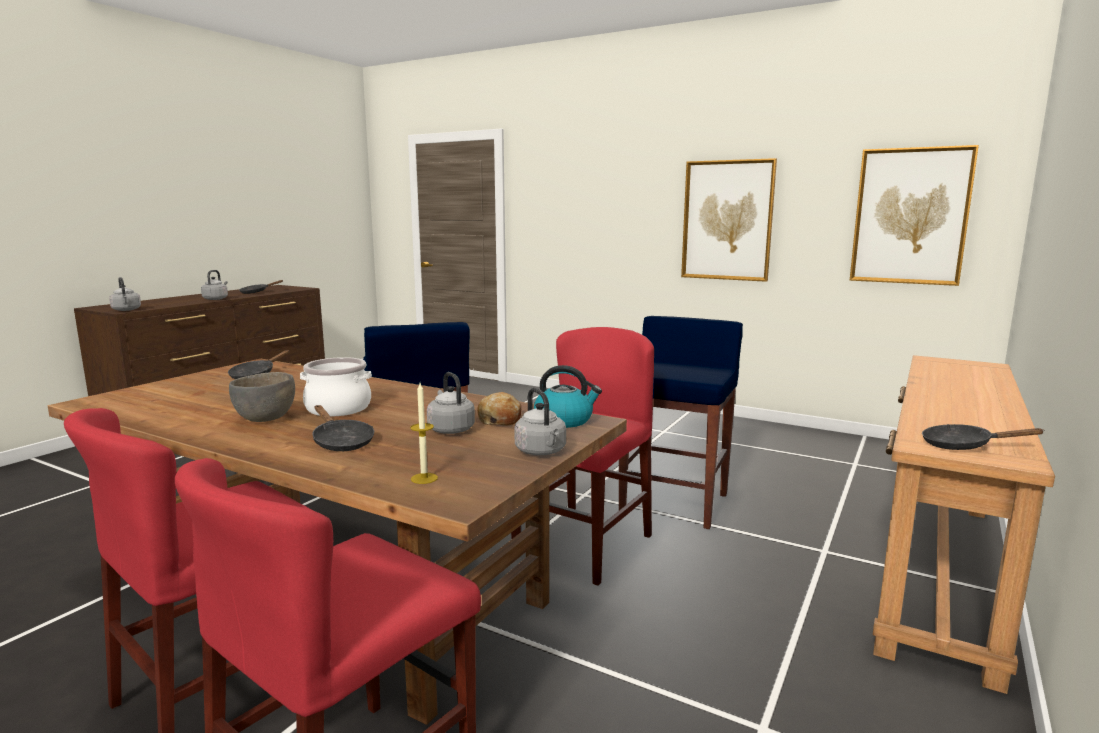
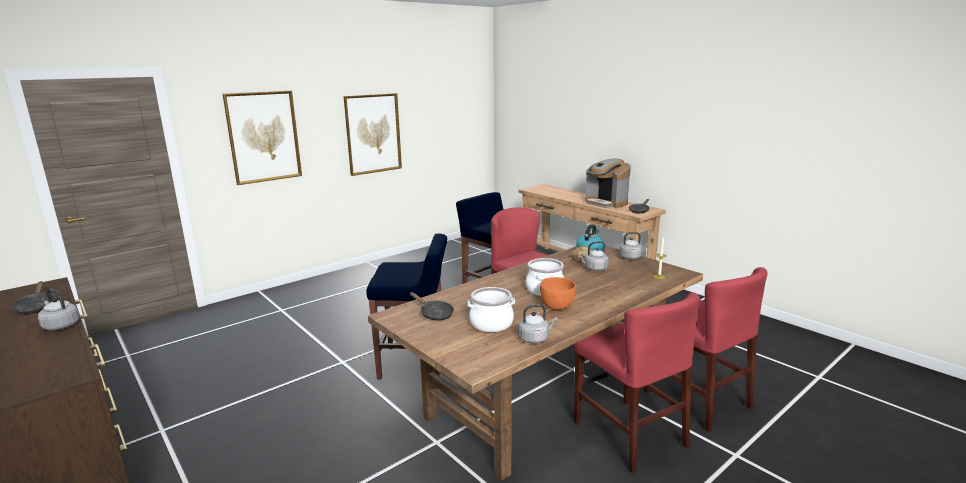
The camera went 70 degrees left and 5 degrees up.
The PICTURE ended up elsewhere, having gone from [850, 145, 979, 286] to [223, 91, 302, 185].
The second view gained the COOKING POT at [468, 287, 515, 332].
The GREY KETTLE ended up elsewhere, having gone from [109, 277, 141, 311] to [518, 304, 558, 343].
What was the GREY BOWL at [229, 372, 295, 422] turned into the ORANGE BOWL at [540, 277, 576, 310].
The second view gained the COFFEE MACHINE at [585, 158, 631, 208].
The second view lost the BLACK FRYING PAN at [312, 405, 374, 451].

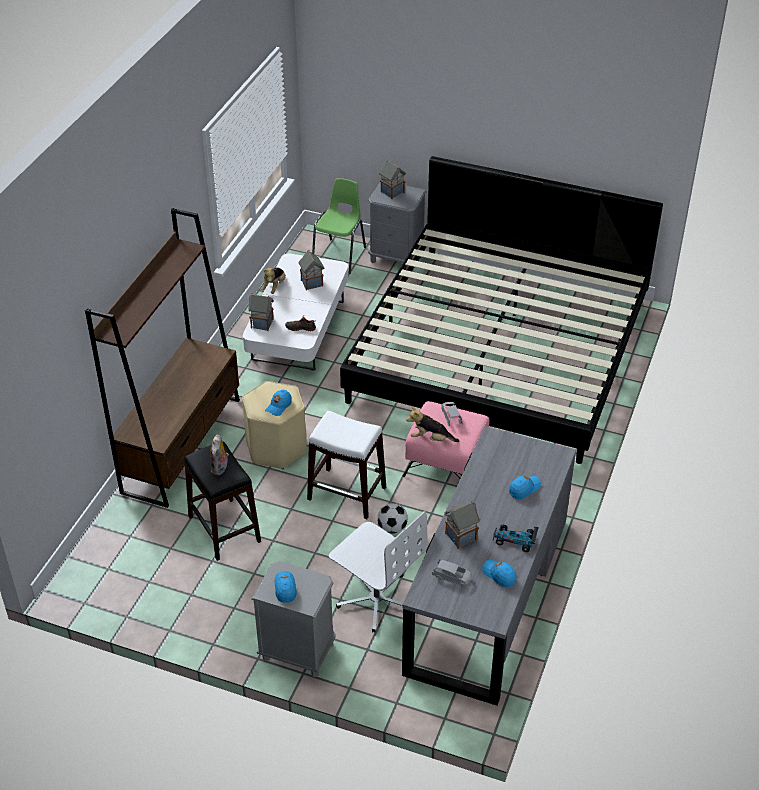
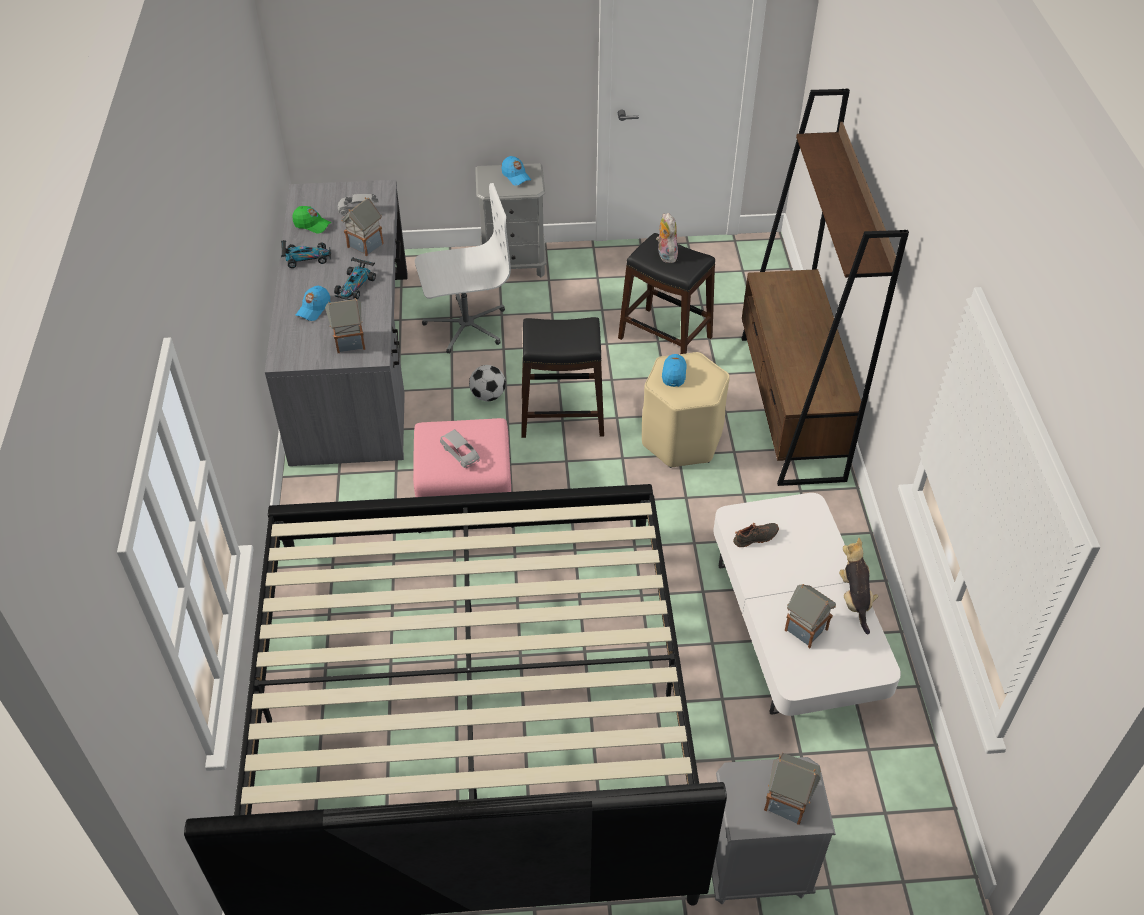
The camera went 155 degrees right and 5 degrees up.
What was the BLUE CAP at [482, 560, 517, 588] turned into the GREEN CAP at [293, 206, 331, 234].
The TOY HOUSE ended up elsewhere, having gone from [249, 293, 274, 331] to [325, 298, 365, 353].
The second view gained the TOY CAR at [334, 257, 376, 300].
The WHITE OFFICE CHAIR at [329, 511, 428, 632] ended up facing another way, 150 degrees clockwise from before.
What was the WHITE STOOL at [307, 411, 386, 519] turned into the BLACK STOOL at [521, 317, 604, 438].
The second view lost the GREEN CHAIR at [312, 178, 366, 274].
The second view lost the PLUSH TOY at [406, 406, 460, 442].

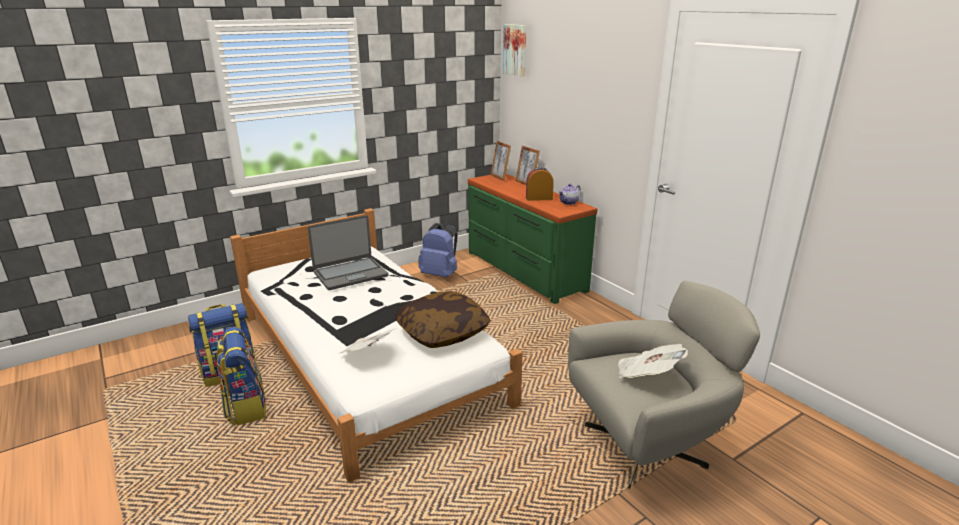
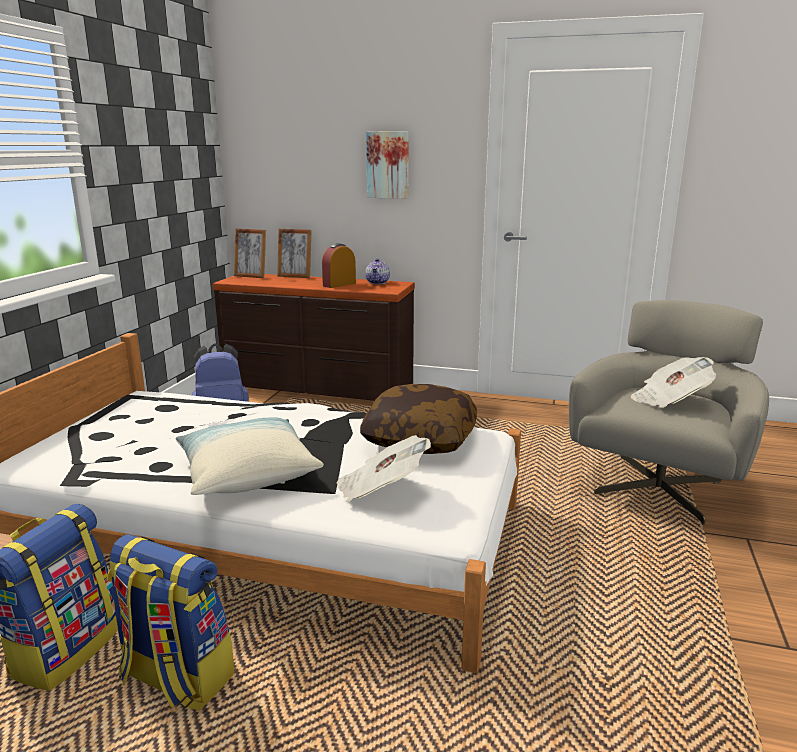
The camera went 40 degrees left and 5 degrees down.
The second view gained the PILLOW at [176, 418, 324, 495].
What was the GREEN DRESSER at [468, 174, 597, 304] turned into the BROWN DRESSER at [213, 274, 415, 401].
The PICTURE ended up elsewhere, having gone from [503, 24, 527, 76] to [366, 131, 409, 199].
The second view lost the LAPTOP at [308, 215, 388, 290].

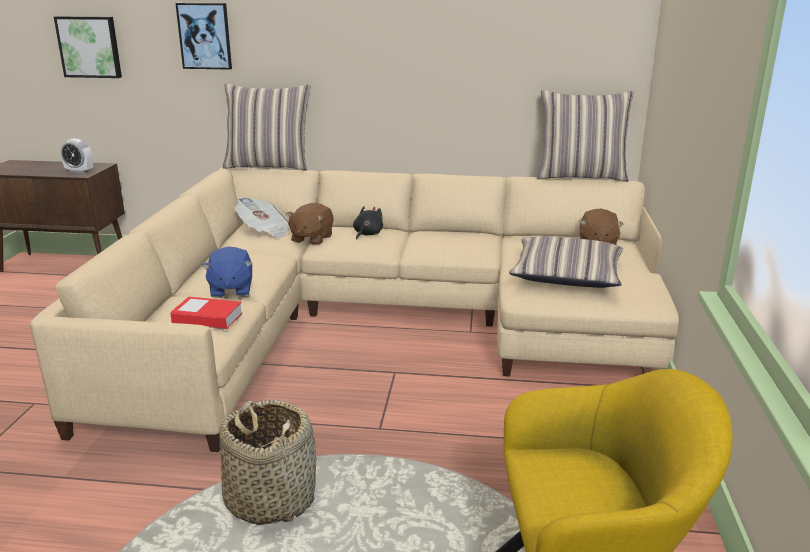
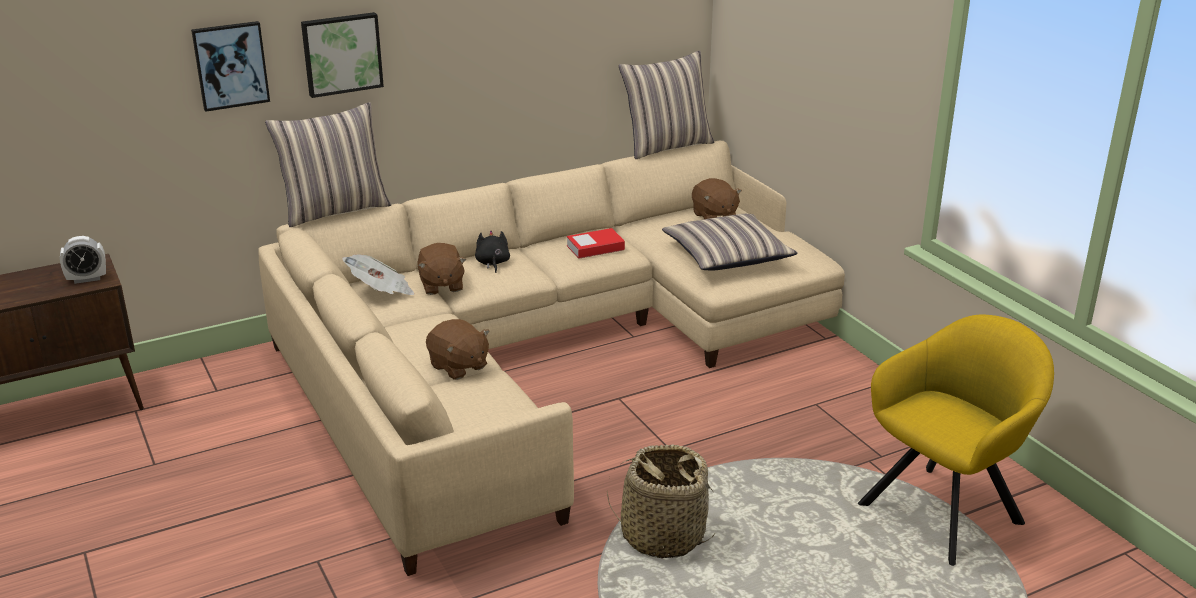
The camera went 35 degrees left and 5 degrees up.
The PICTURE ended up elsewhere, having gone from [54, 16, 122, 78] to [301, 12, 384, 98].
What was the BLUE PLUSH TOY at [202, 246, 252, 298] turned into the BROWN PLUSH TOY at [426, 319, 490, 380].
The BOOK ended up elsewhere, having gone from [170, 297, 242, 329] to [567, 228, 625, 259].

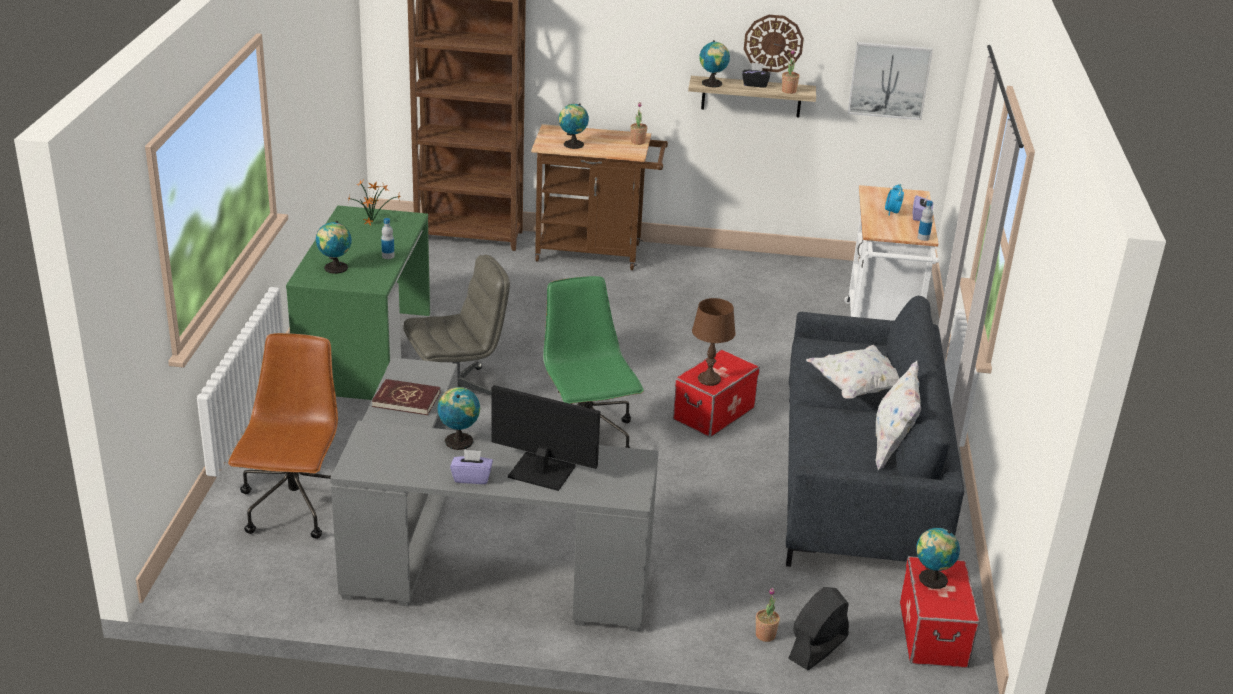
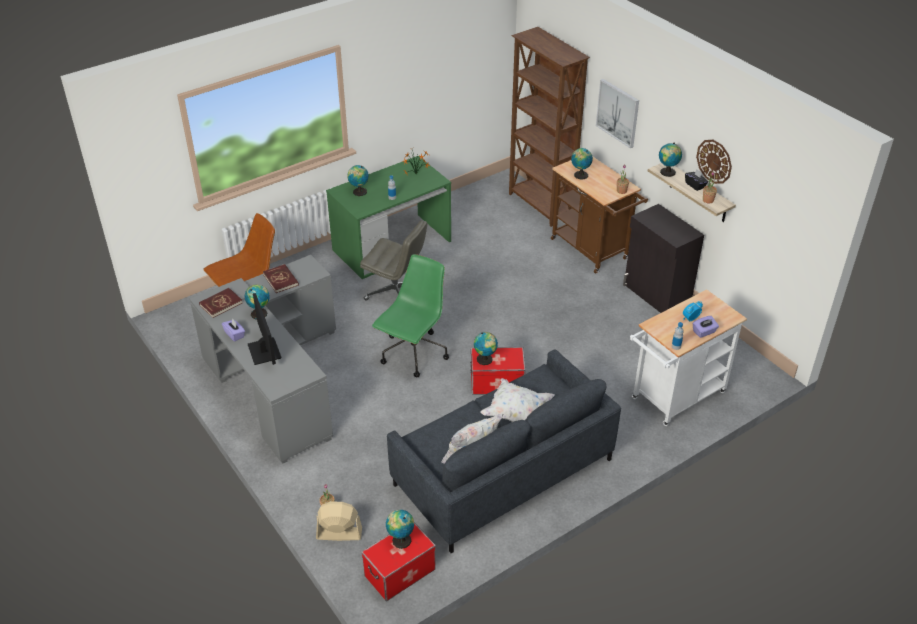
The camera went 50 degrees right and 10 degrees up.
The second view gained the RED BOOK at [199, 288, 243, 318].
What was the BLACK FAN at [788, 587, 849, 670] turned into the BEIGE FAN at [316, 502, 362, 541].
Where the BROWN TABLE LAMP stood at [692, 298, 736, 386], the GLOBE came to stand at [474, 332, 498, 365].
The PICTURE ended up elsewhere, having gone from [848, 42, 933, 120] to [596, 79, 639, 148].
The second view gained the BLACK CABINET at [623, 204, 704, 313].

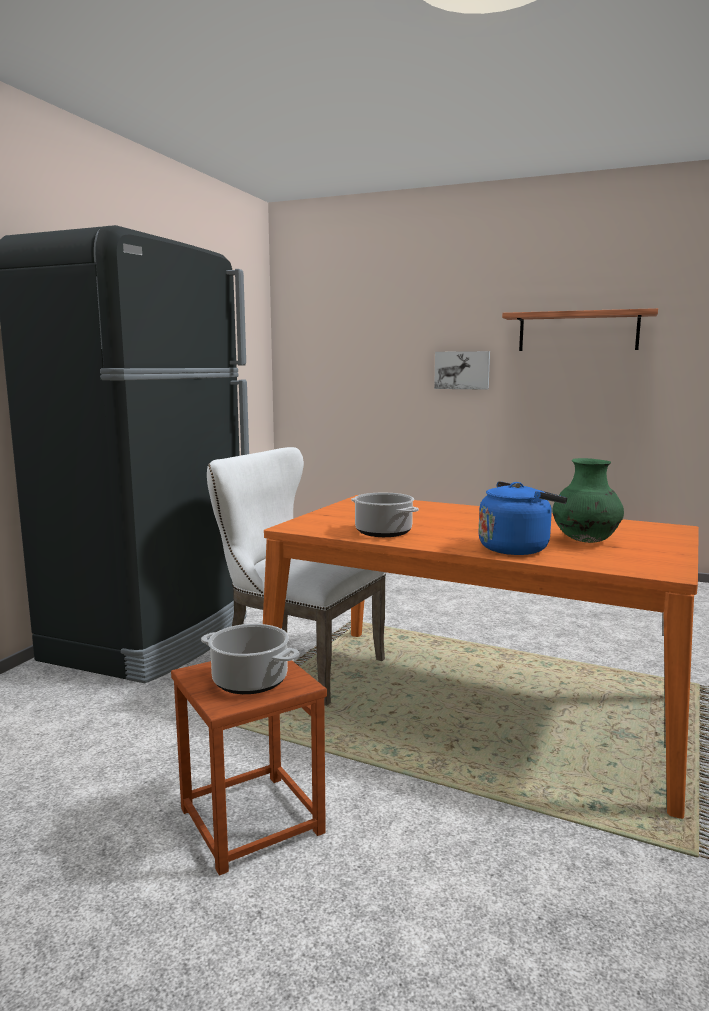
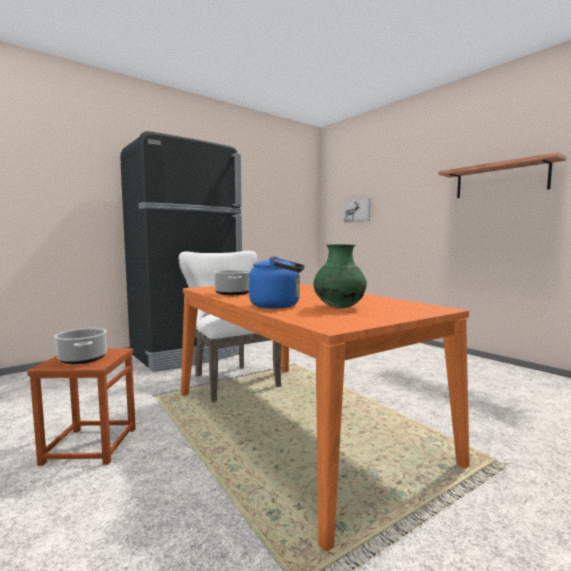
The camera went 30 degrees right and 5 degrees down.
The PICTURE ended up elsewhere, having gone from [434, 351, 490, 390] to [344, 199, 371, 222].

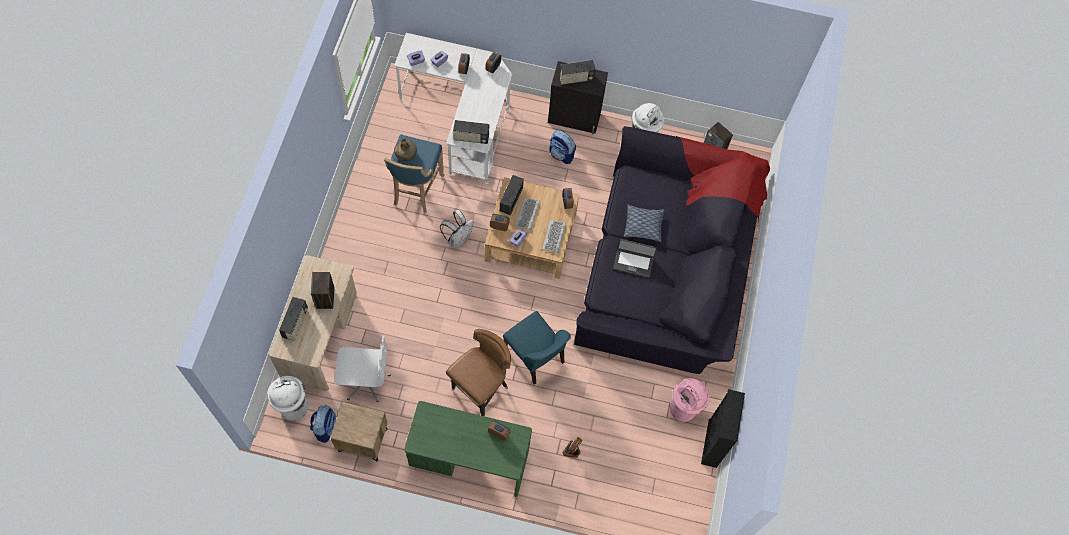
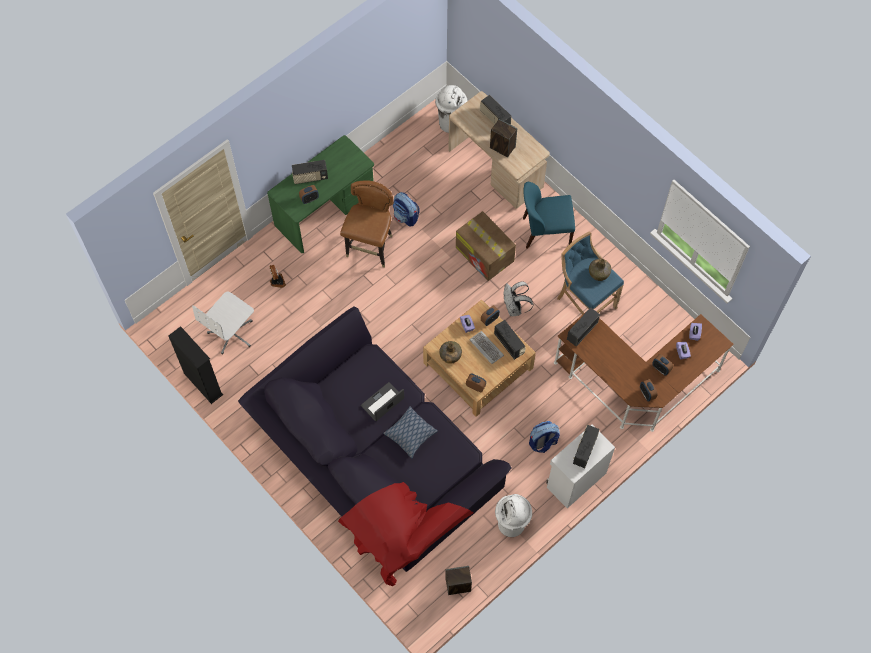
The camera went 130 degrees right and 0 degrees up.
The WHITE OFFICE CHAIR ended up elsewhere, having gone from [334, 335, 391, 402] to [192, 292, 254, 354].
The second view gained the RADIO at [292, 160, 328, 184].
The BROWN CHAIR at [446, 329, 511, 416] ended up facing another way, 150 degrees counterclockwise from before.
The BACKPACK ended up elsewhere, having gone from [310, 404, 337, 443] to [393, 192, 420, 227].
Where the KEYBOARD stood at [542, 220, 566, 253], the GREEN BOTTLE came to stand at [439, 341, 462, 364].
The second view gained the CARDBOARD BOX at [456, 211, 516, 281].
The BLUE CHAIR ended up elsewhere, having gone from [503, 311, 571, 385] to [523, 182, 575, 249].
What was the BLACK CABINET at [548, 61, 608, 135] turned into the WHITE CABINET at [546, 424, 615, 508].
What was the WHITE DESK at [394, 33, 512, 184] turned into the BROWN DESK at [554, 310, 734, 432].
The second view lost the BROWN NIGHTSTAND at [330, 402, 388, 461].
The second view lost the PINK TRASH CAN at [670, 378, 710, 422].

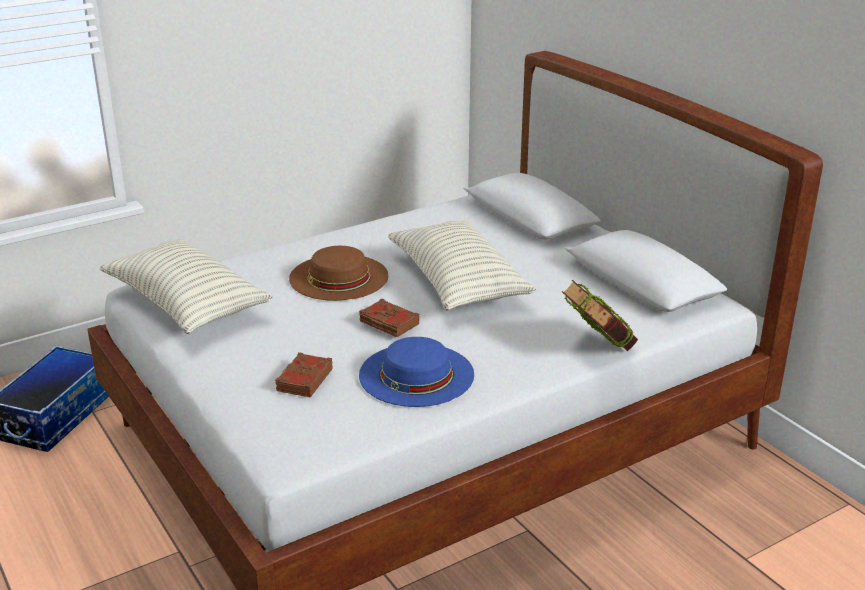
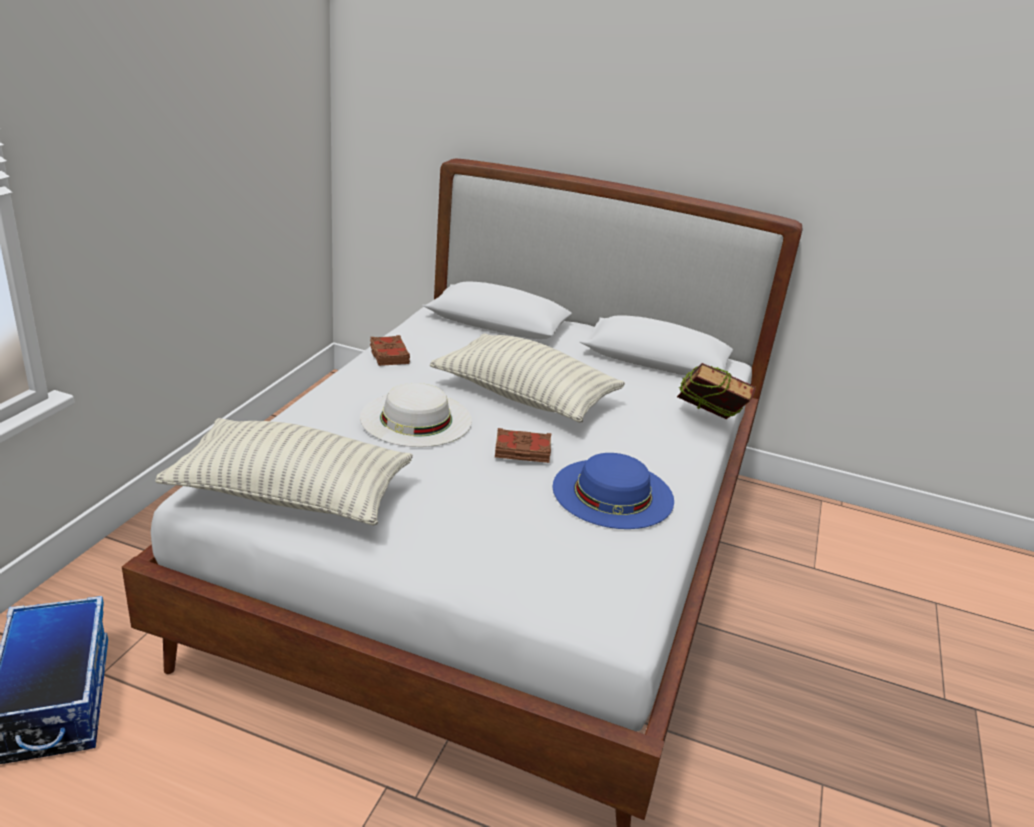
The camera went 40 degrees left and 0 degrees up.
What was the BROWN HAT at [289, 246, 388, 301] turned into the WHITE HAT at [360, 383, 472, 447].
The BROWN BOOK ended up elsewhere, having gone from [275, 352, 333, 398] to [370, 335, 410, 366].

